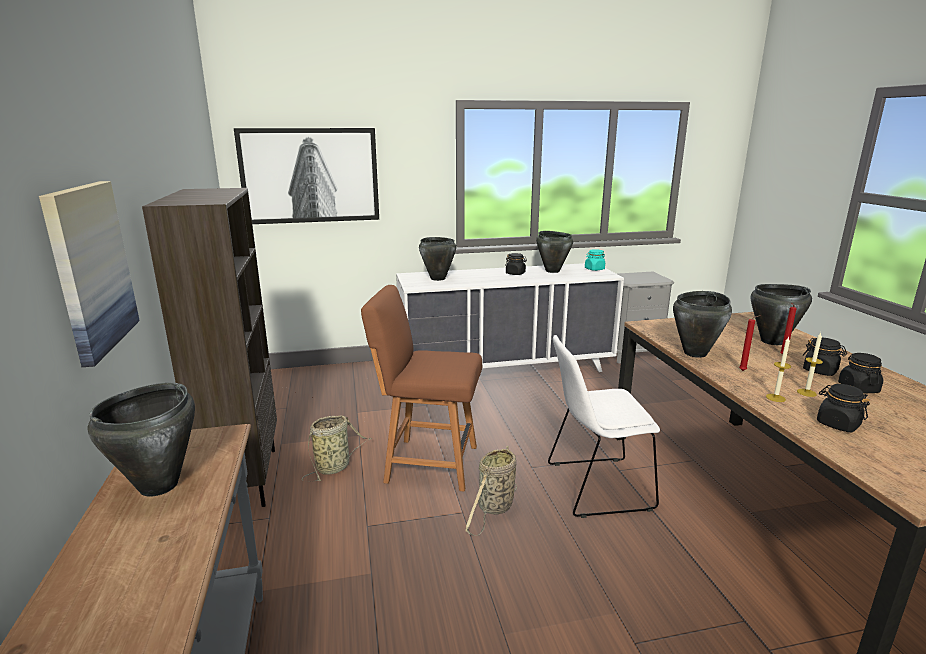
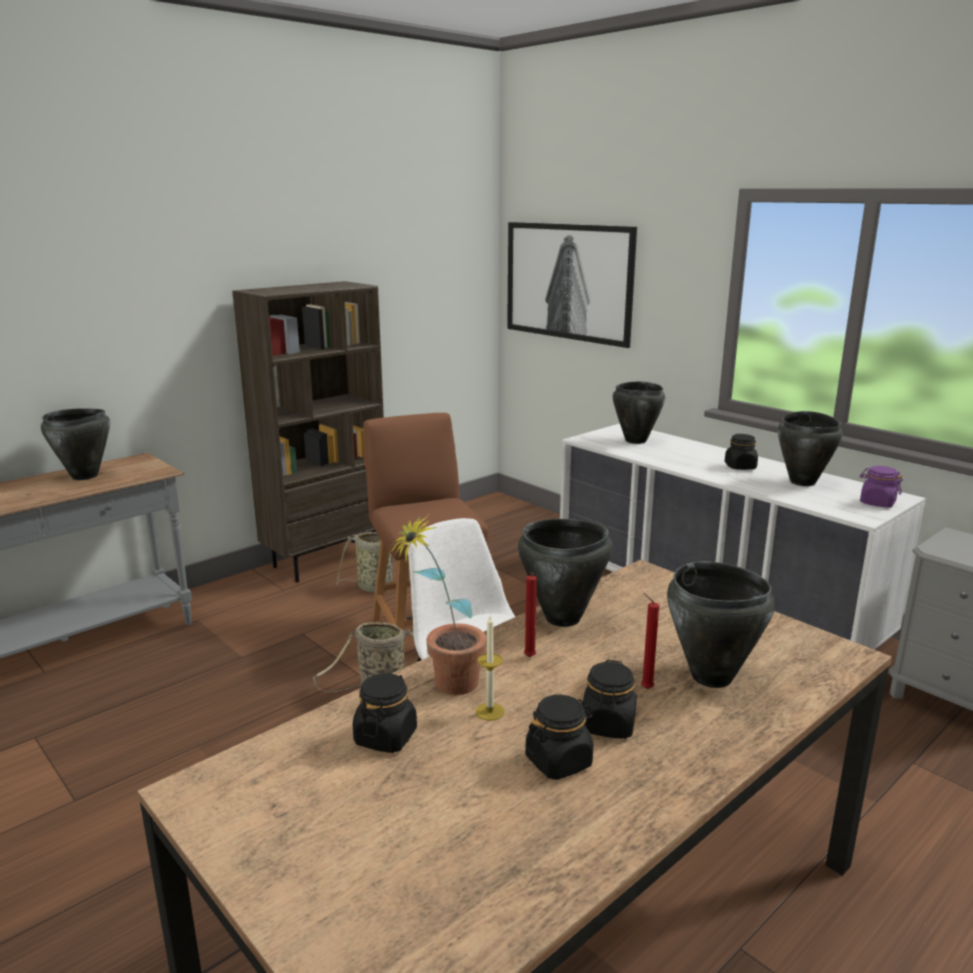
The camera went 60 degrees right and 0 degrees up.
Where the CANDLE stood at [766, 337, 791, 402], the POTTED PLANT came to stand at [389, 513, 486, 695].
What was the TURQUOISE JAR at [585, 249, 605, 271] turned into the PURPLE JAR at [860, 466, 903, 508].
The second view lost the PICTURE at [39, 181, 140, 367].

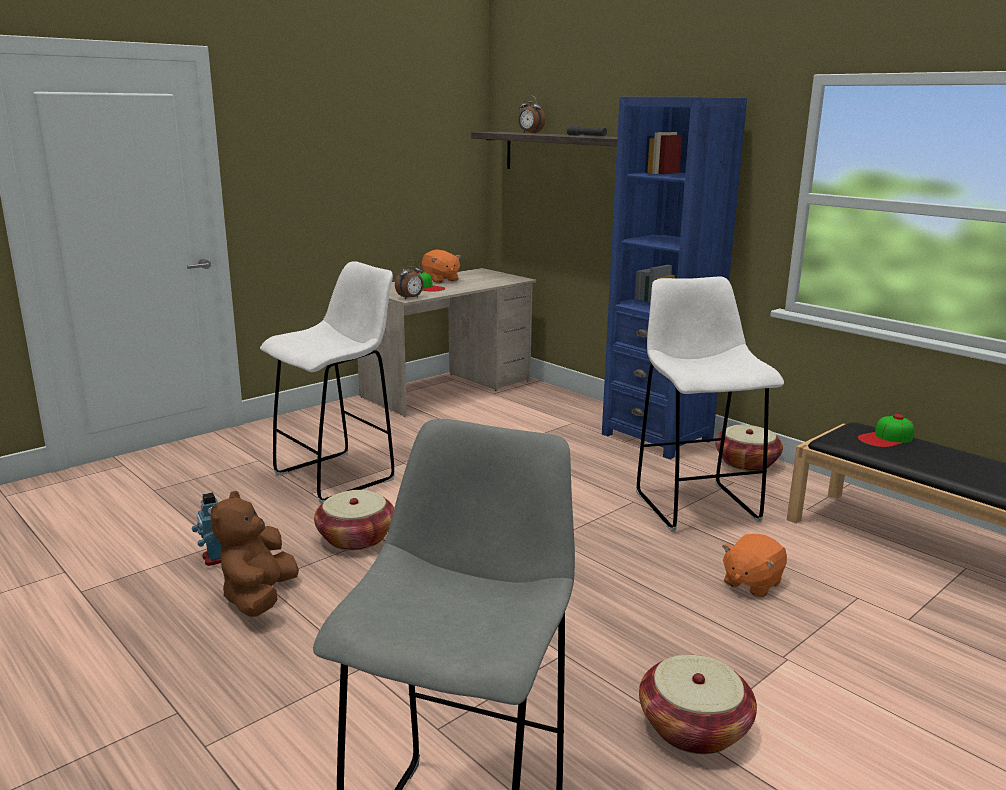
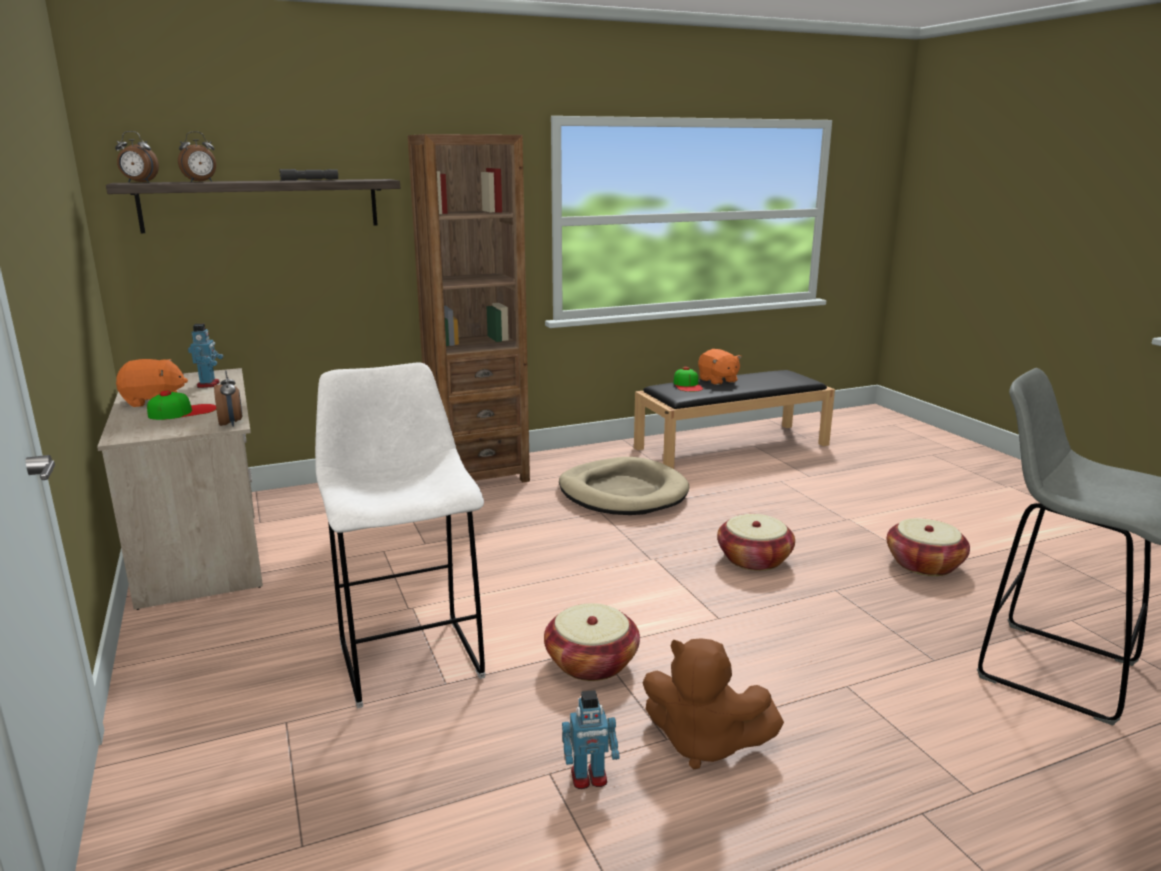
The camera went 70 degrees left and 0 degrees up.
The second view gained the ALARM CLOCK at [115, 131, 159, 183].
The second view gained the TOY ROBOT at [188, 324, 223, 388].
What was the BLUE BOOKCASE at [602, 97, 747, 459] turned into the BROWN BOOKCASE at [408, 134, 530, 483].
Where the WHITE STOOL stood at [636, 276, 784, 532], the BEIGE DOG BED came to stand at [559, 457, 689, 515].
The ORANGE PLUSH TOY ended up elsewhere, having gone from [722, 534, 787, 598] to [698, 349, 742, 385].
The BASKET ended up elsewhere, having gone from [715, 425, 783, 471] to [717, 514, 795, 571].

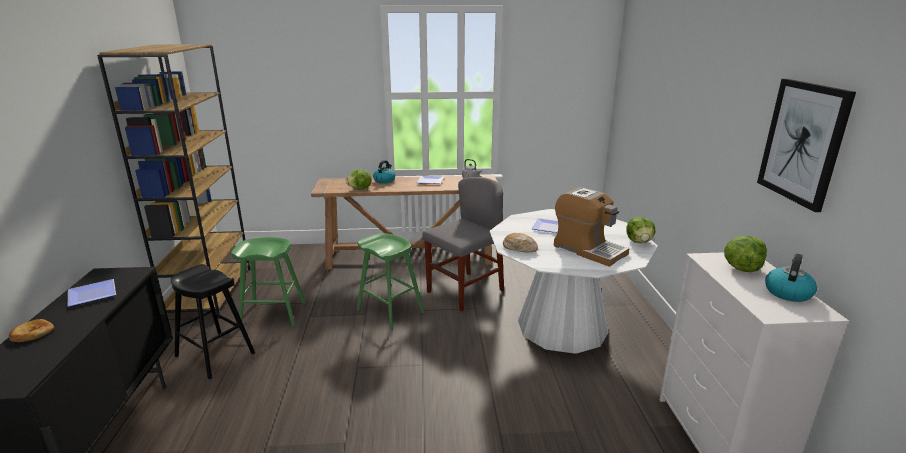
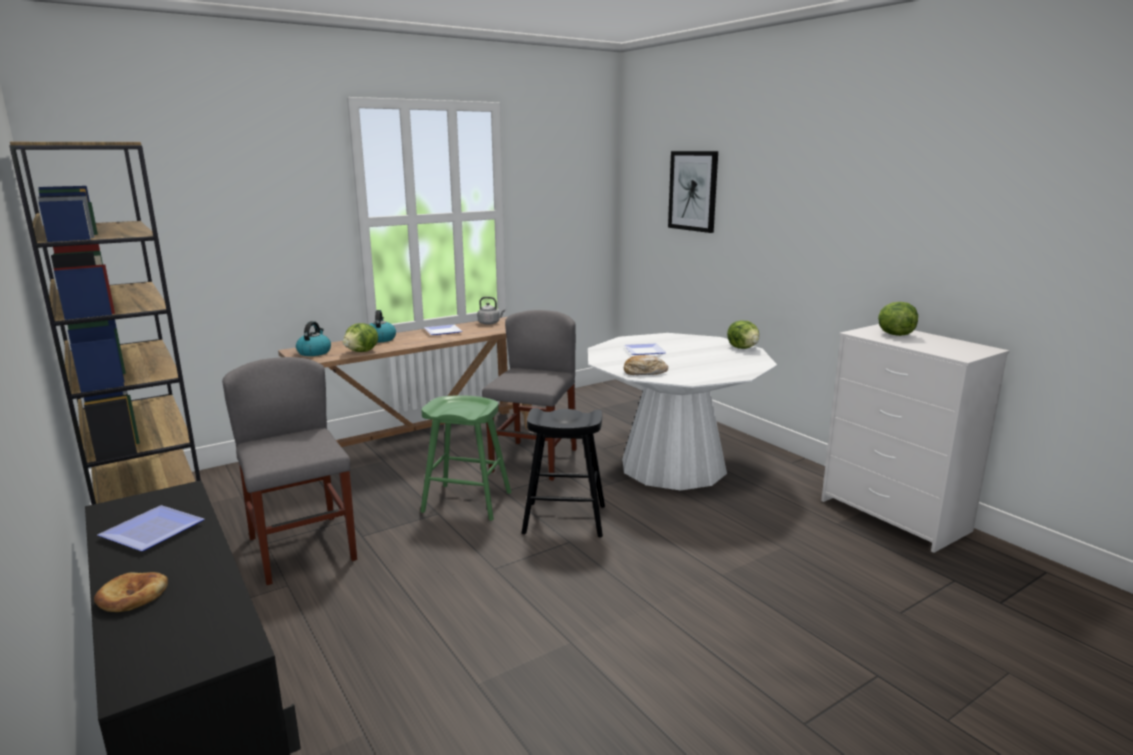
The camera went 30 degrees left and 5 degrees down.
Where the GREEN STOOL stood at [231, 237, 306, 326], the GREY CHAIR came to stand at [222, 357, 357, 585].
The KETTLE ended up elsewhere, having gone from [765, 253, 817, 302] to [296, 321, 331, 356].
The BLACK STOOL ended up elsewhere, having gone from [171, 264, 255, 379] to [522, 408, 605, 538].
The PICTURE ended up elsewhere, having gone from [757, 79, 856, 212] to [668, 151, 718, 233].
The second view lost the COFFEE MACHINE at [554, 187, 630, 267].

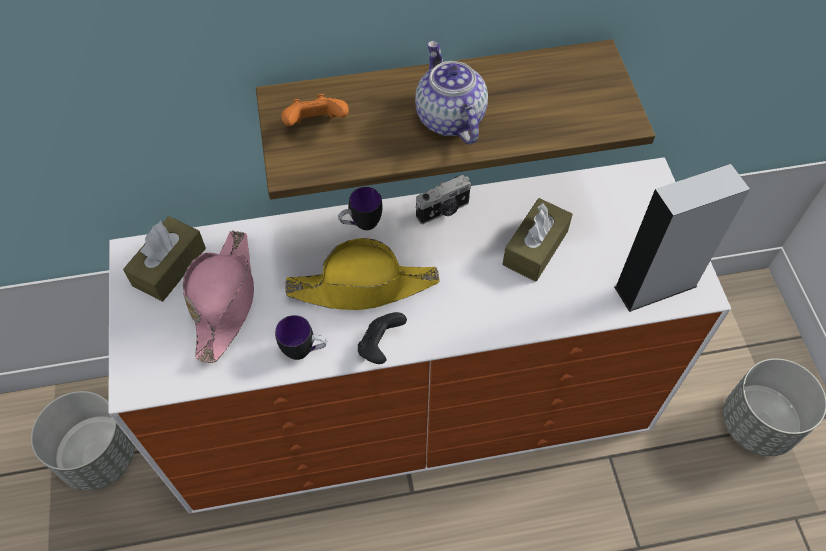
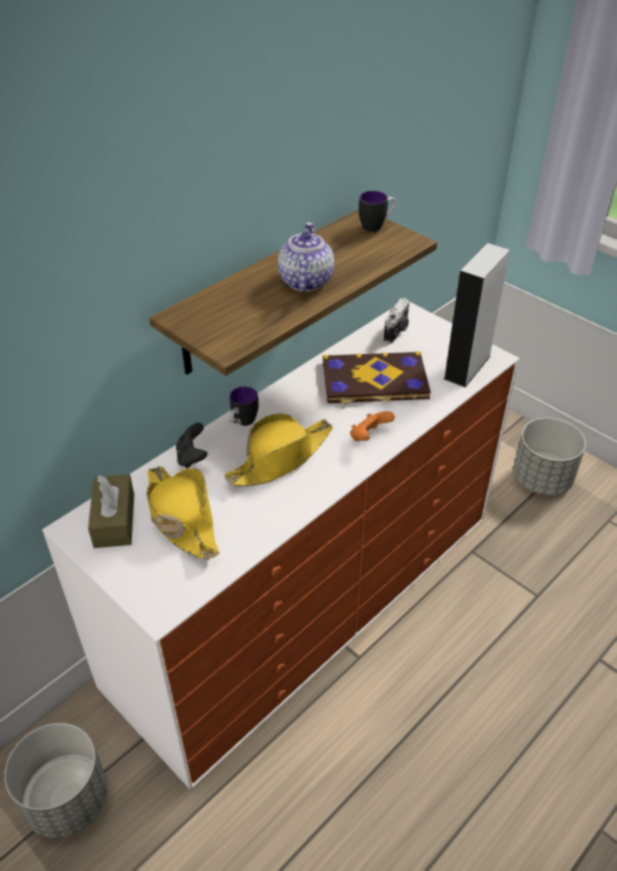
The camera went 35 degrees left and 15 degrees down.
What was the PINK HAT at [183, 231, 254, 363] turned into the YELLOW HAT at [147, 466, 219, 559].
The BLACK GAME CONTROLLER ended up elsewhere, having gone from [358, 312, 407, 364] to [176, 423, 207, 468].
The TEAPOT at [415, 41, 488, 145] ended up facing another way, 60 degrees clockwise from before.
Where the BROWN TISSUE BOX stood at [502, 198, 573, 282], the BOOK came to stand at [323, 351, 431, 405].
The ORANGE GAME CONTROLLER ended up elsewhere, having gone from [281, 94, 349, 126] to [350, 411, 395, 441].
The MUG ended up elsewhere, having gone from [275, 315, 327, 360] to [359, 191, 396, 232].
The PHOTO CAMERA ended up elsewhere, having gone from [415, 175, 471, 224] to [384, 298, 410, 344].

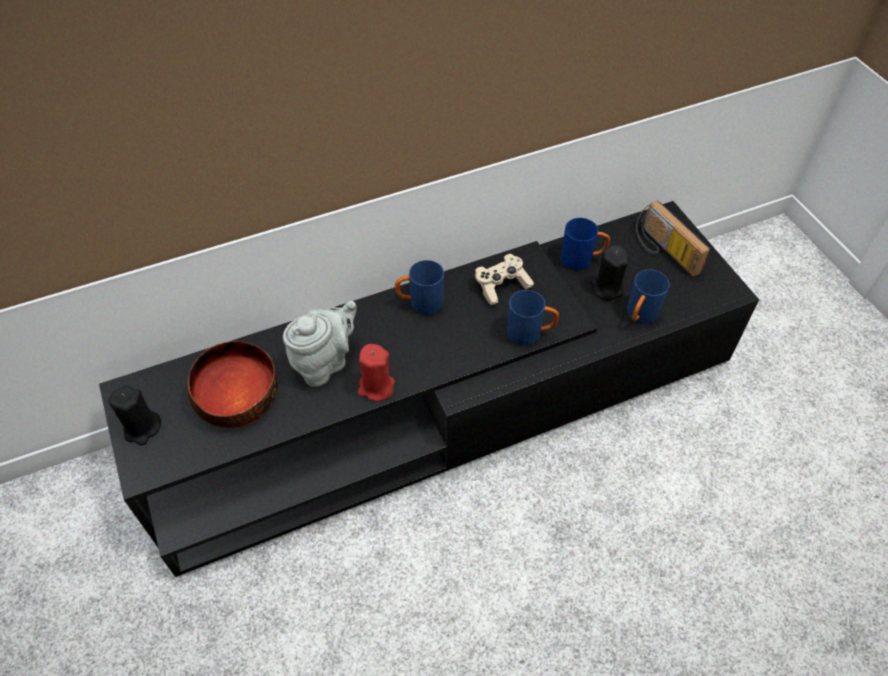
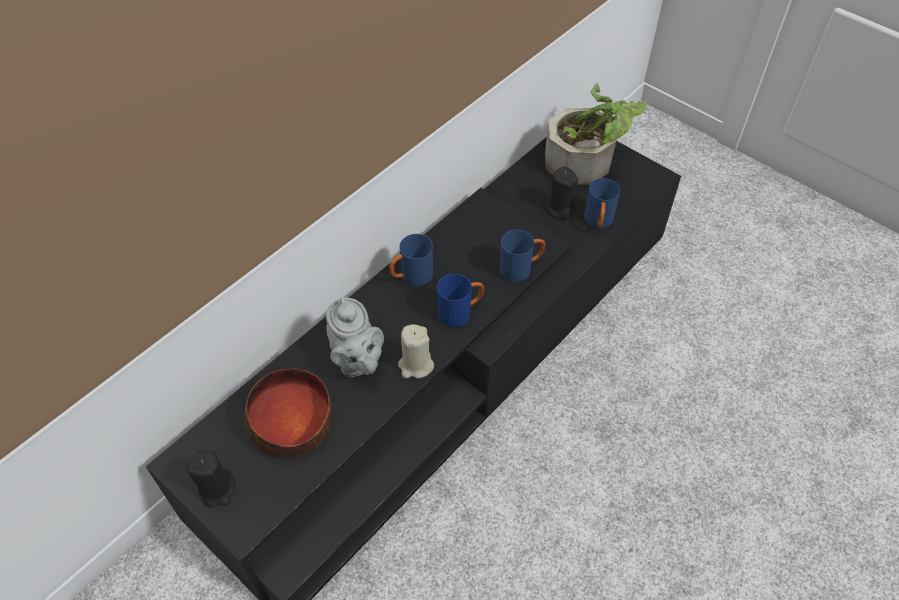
The camera went 25 degrees left and 0 degrees up.
The GREY TEAPOT at [283, 301, 357, 387] ended up facing another way, 135 degrees clockwise from before.
What was the RED CANDLE at [358, 344, 395, 401] turned into the BEIGE CANDLE at [398, 324, 434, 378].
The BLUE MUG ended up elsewhere, having gone from [561, 218, 610, 270] to [437, 273, 484, 327].
Where the RADIO stood at [636, 200, 710, 276], the POTTED PLANT came to stand at [545, 83, 647, 185].
The second view lost the BEIGE GAME CONTROLLER at [474, 254, 534, 305].

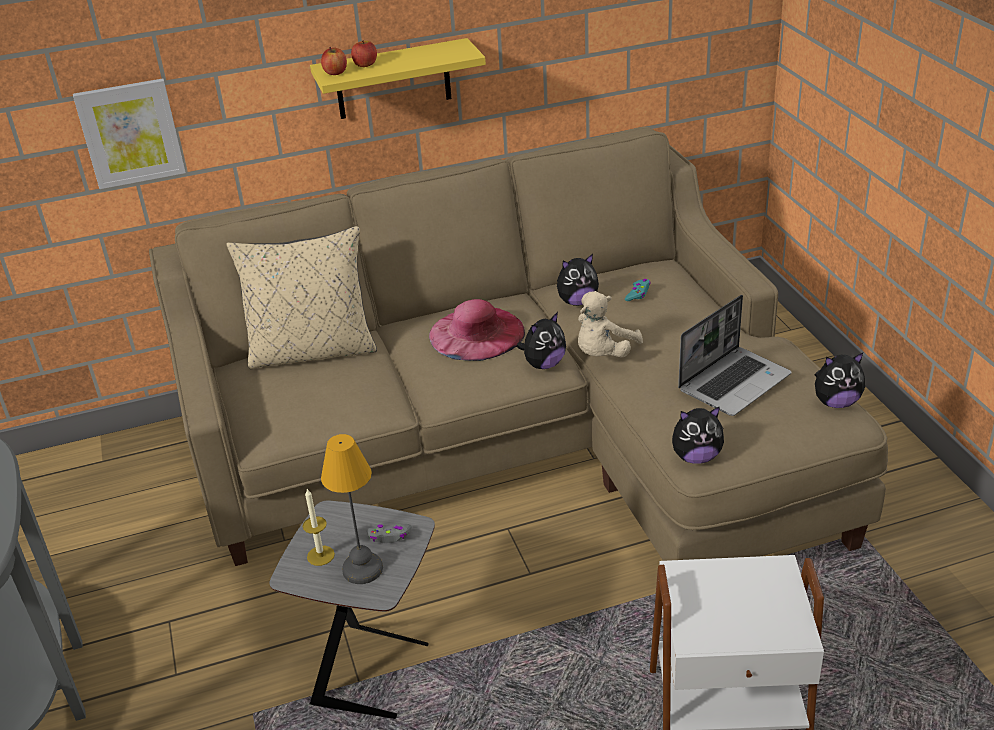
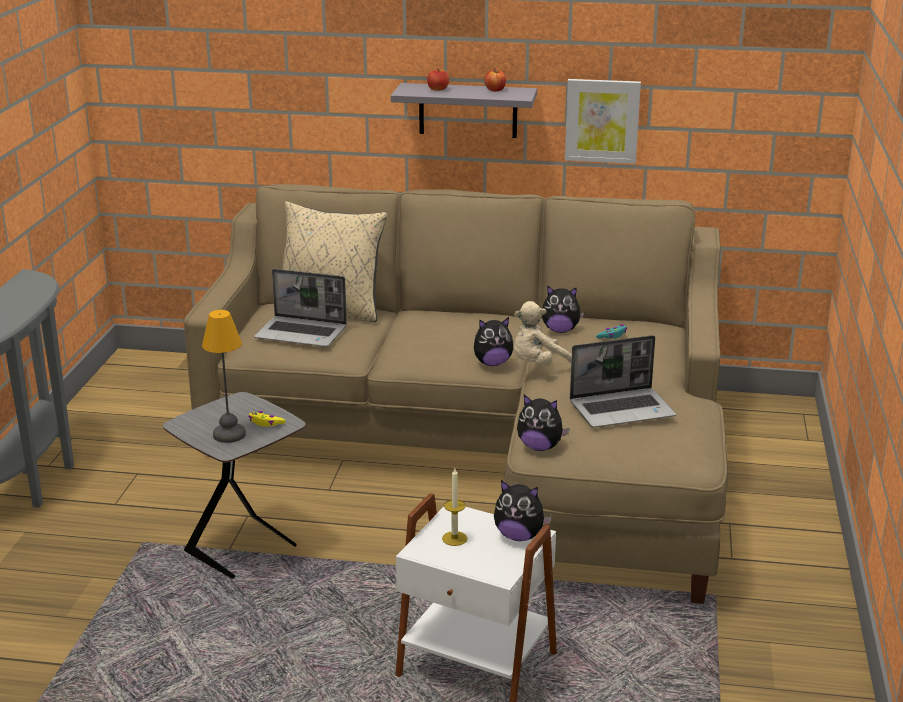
The camera went 25 degrees right and 10 degrees down.
What was the GREY GAME CONTROLLER at [367, 524, 412, 543] turned into the YELLOW GAME CONTROLLER at [248, 411, 286, 427].
The second view gained the LAPTOP at [254, 269, 347, 347].
What was the YELLOW SHELF at [310, 38, 486, 119] turned into the GREY SHELF at [391, 83, 537, 138].
The CANDLE ended up elsewhere, having gone from [302, 489, 335, 566] to [442, 468, 467, 546].
The APPLE ended up elsewhere, having gone from [321, 47, 347, 75] to [485, 68, 506, 91].
The PLUSH TOY ended up elsewhere, having gone from [815, 353, 865, 408] to [494, 480, 552, 541].
The PICTURE ended up elsewhere, having gone from [73, 79, 186, 189] to [565, 79, 641, 164].
The second view lost the PINK HAT at [429, 299, 525, 361].

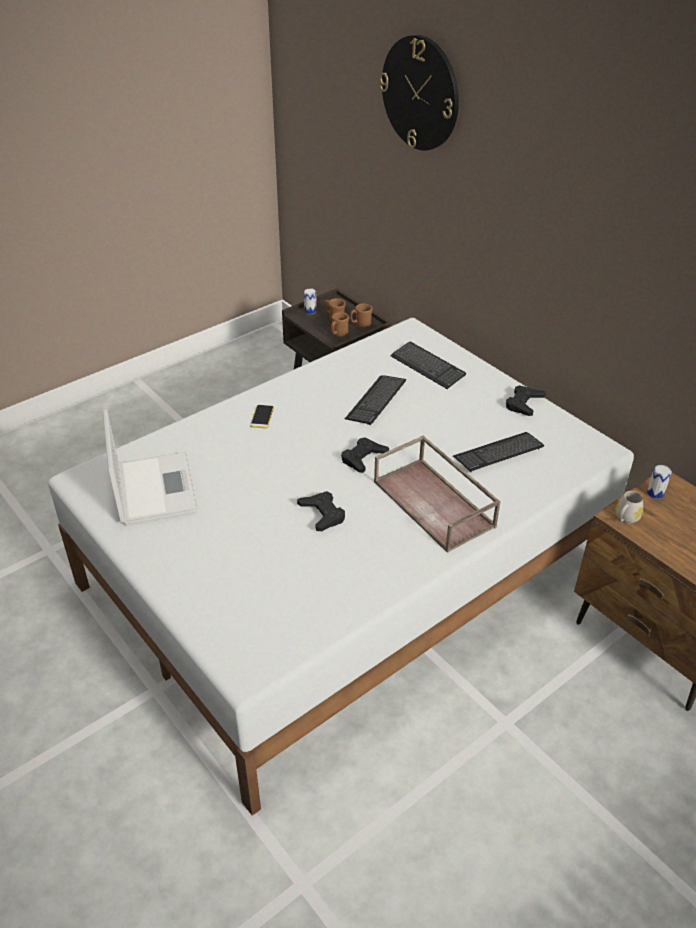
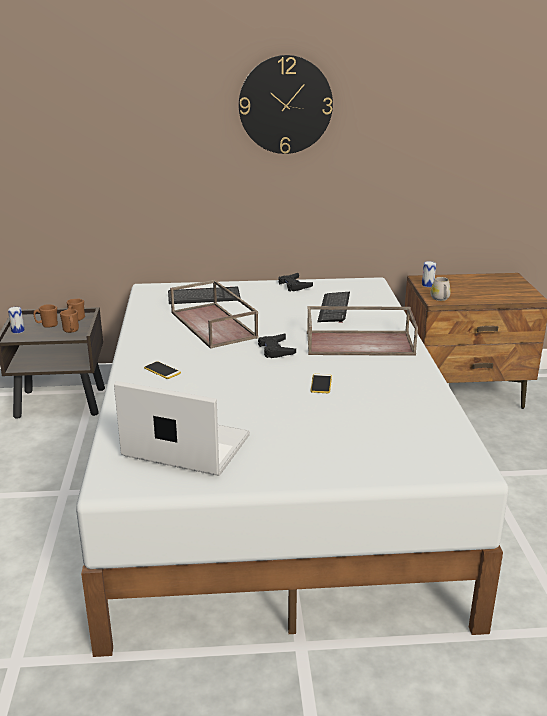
The camera went 55 degrees left and 15 degrees down.
Where the KEYBOARD stood at [345, 375, 406, 425], the BROWN TRAY came to stand at [170, 280, 258, 349].
The WALL CLOCK ended up elsewhere, having gone from [380, 35, 459, 151] to [239, 55, 333, 154].
Where the BLACK GAME CONTROLLER stood at [297, 491, 345, 531], the PHONE came to stand at [310, 374, 332, 393].

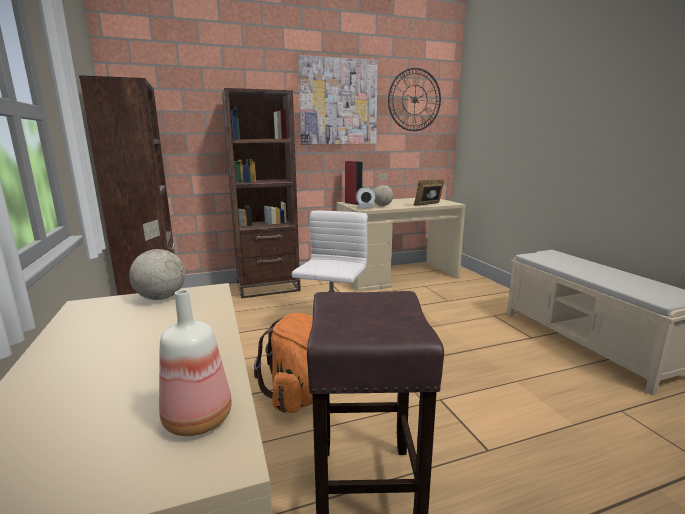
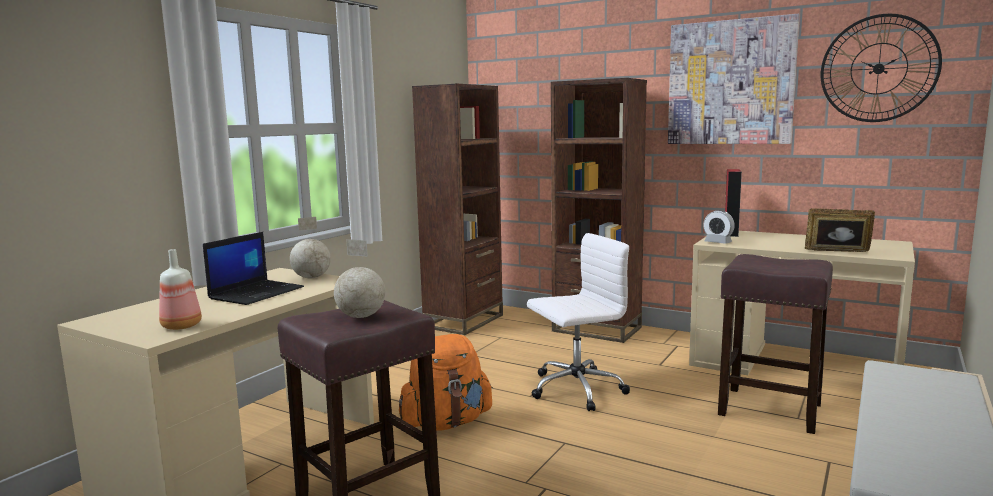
The camera went 50 degrees right and 5 degrees down.
The second view gained the LAPTOP at [203, 232, 304, 305].
The GLOBE ended up elsewhere, having gone from [374, 173, 393, 206] to [334, 239, 385, 318].
The second view gained the BROWN STOOL at [718, 254, 833, 434].

